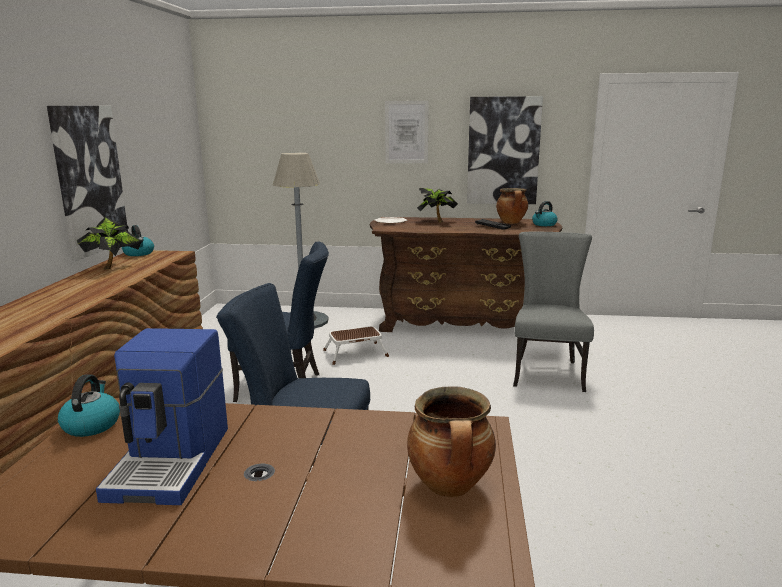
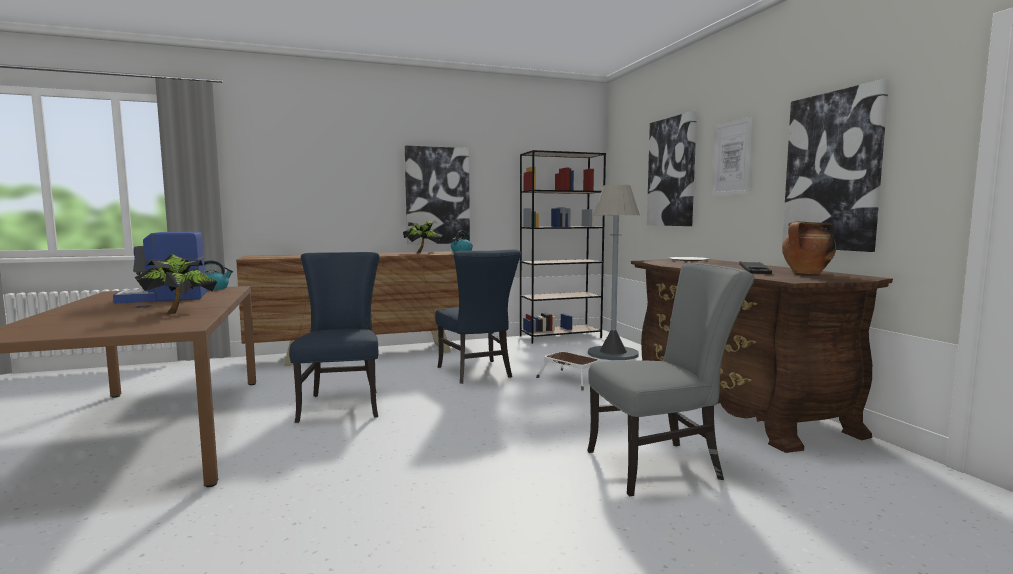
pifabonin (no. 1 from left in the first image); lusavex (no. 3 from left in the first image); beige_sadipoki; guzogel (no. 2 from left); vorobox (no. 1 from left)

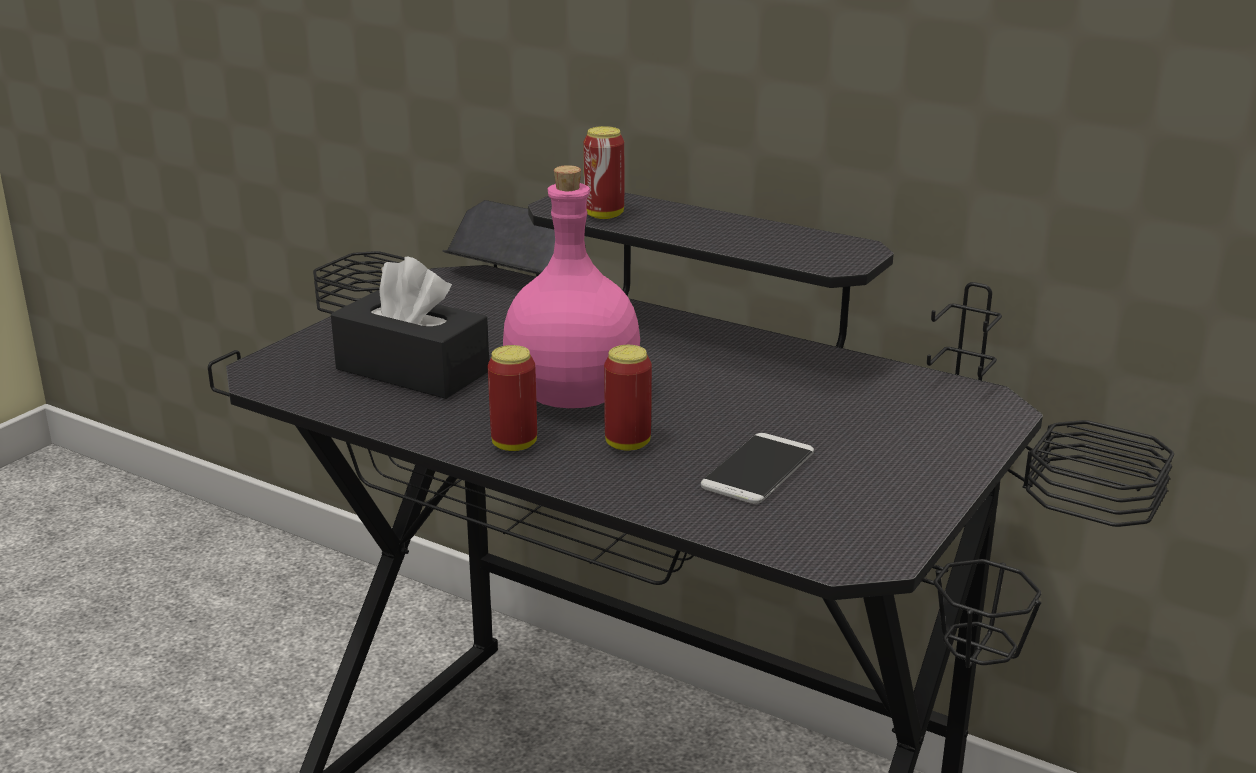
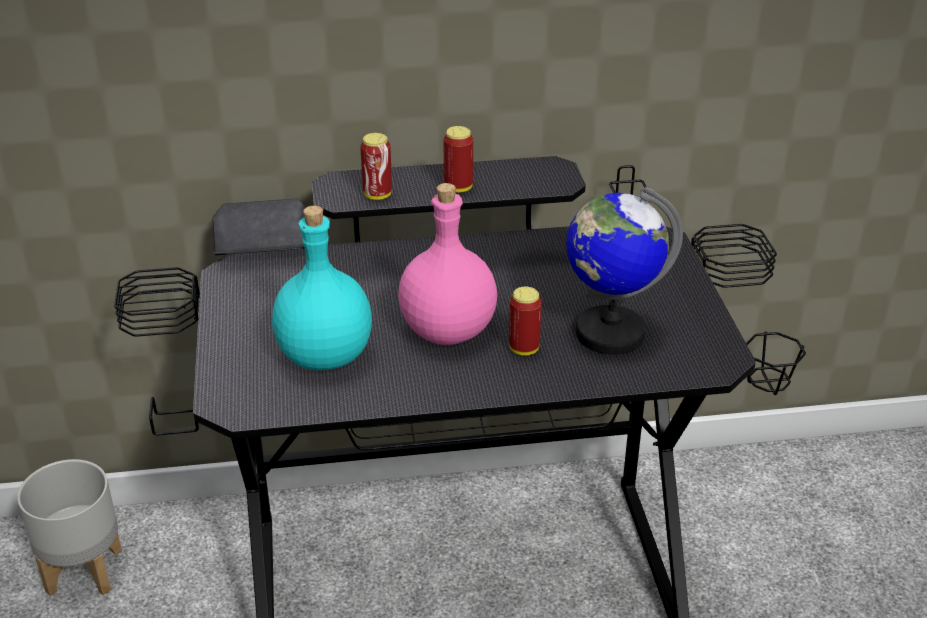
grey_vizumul; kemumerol (no. 2 from left); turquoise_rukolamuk; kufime

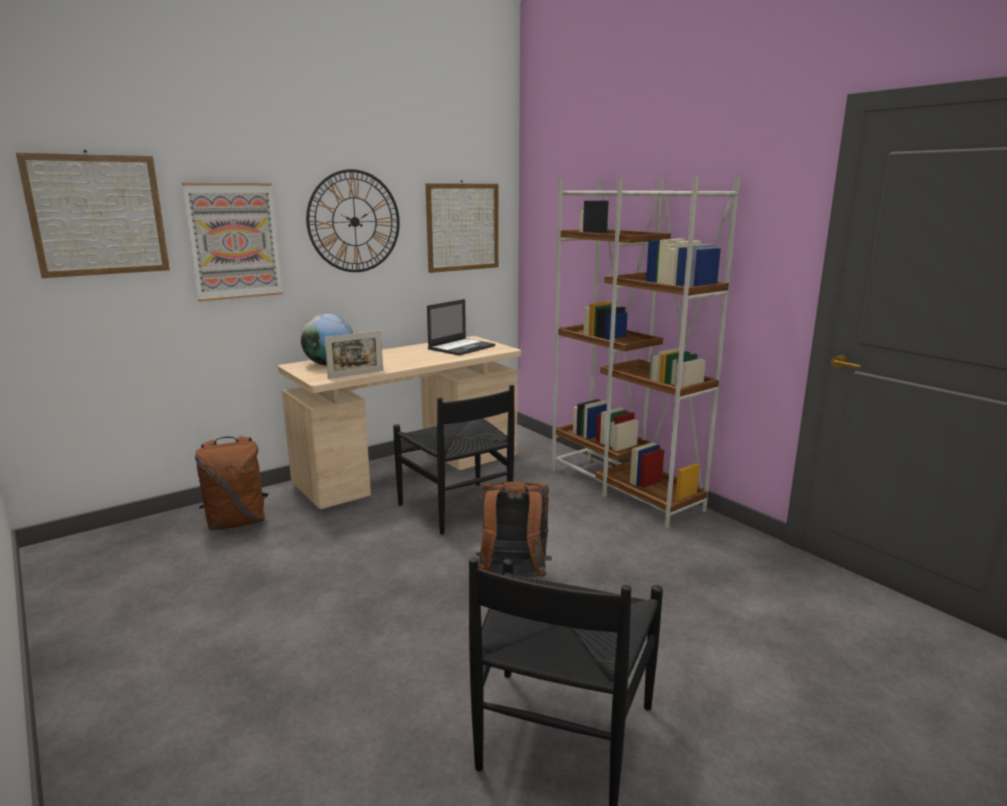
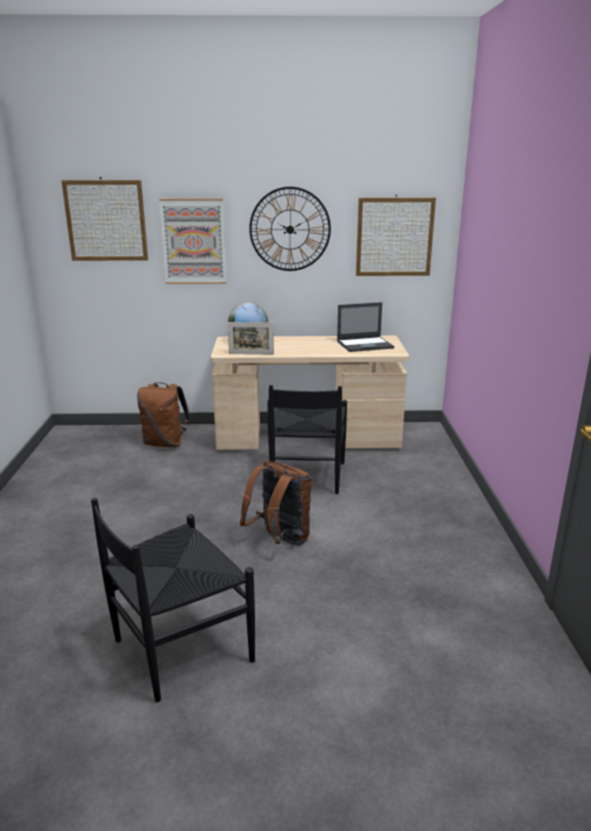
brown_sadipoki

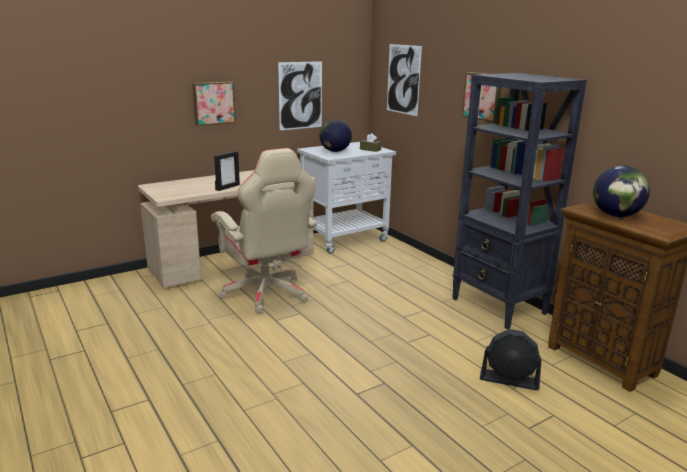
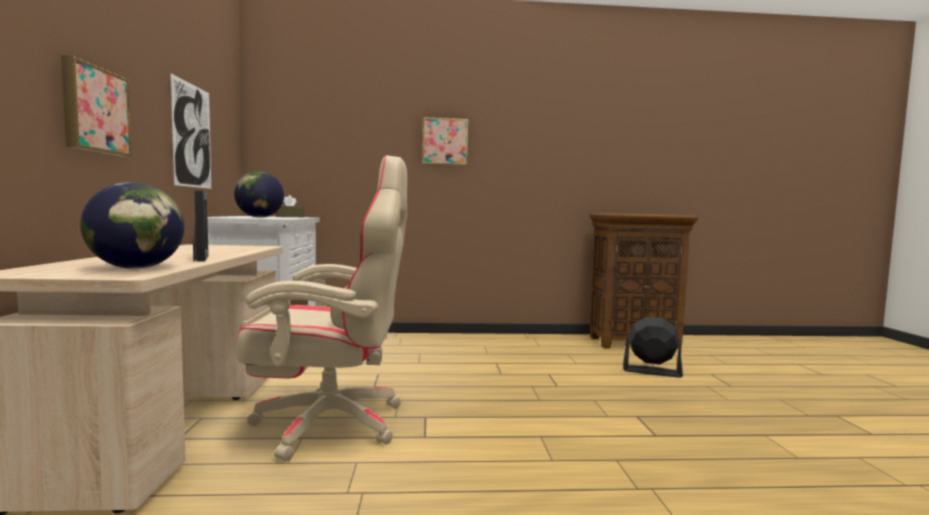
guzogel (no. 3 from left in the first image); black_sadipoki; kufime (no. 1 from left); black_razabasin

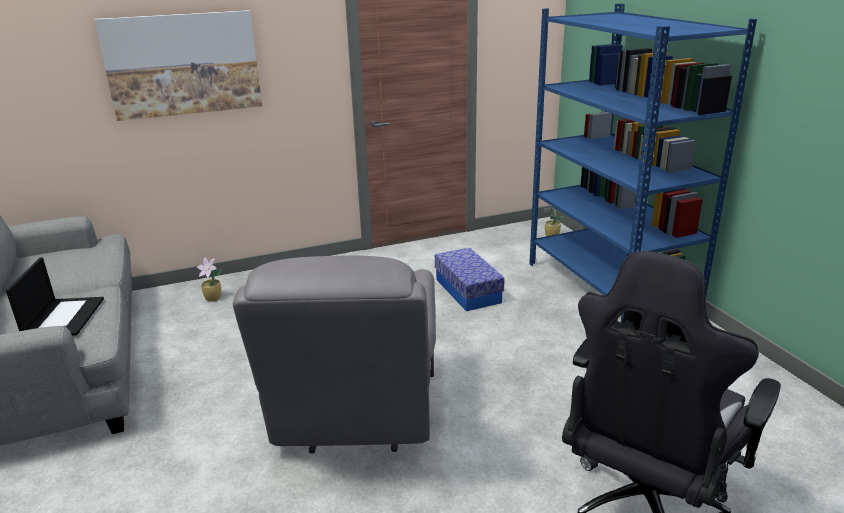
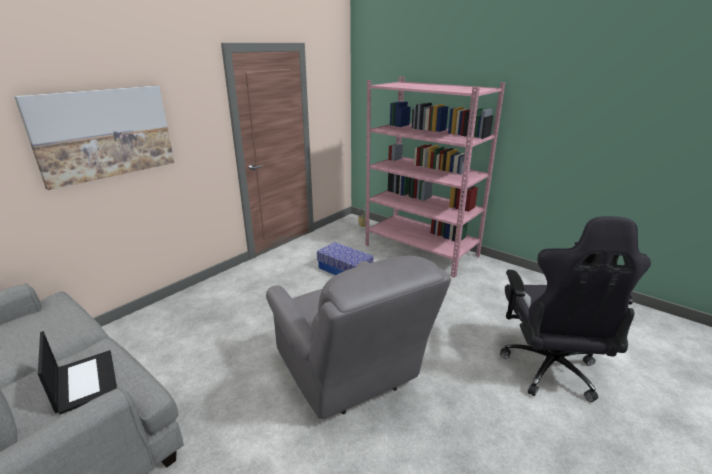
vorobox (no. 1 from left in the first image); pink_sadipoki

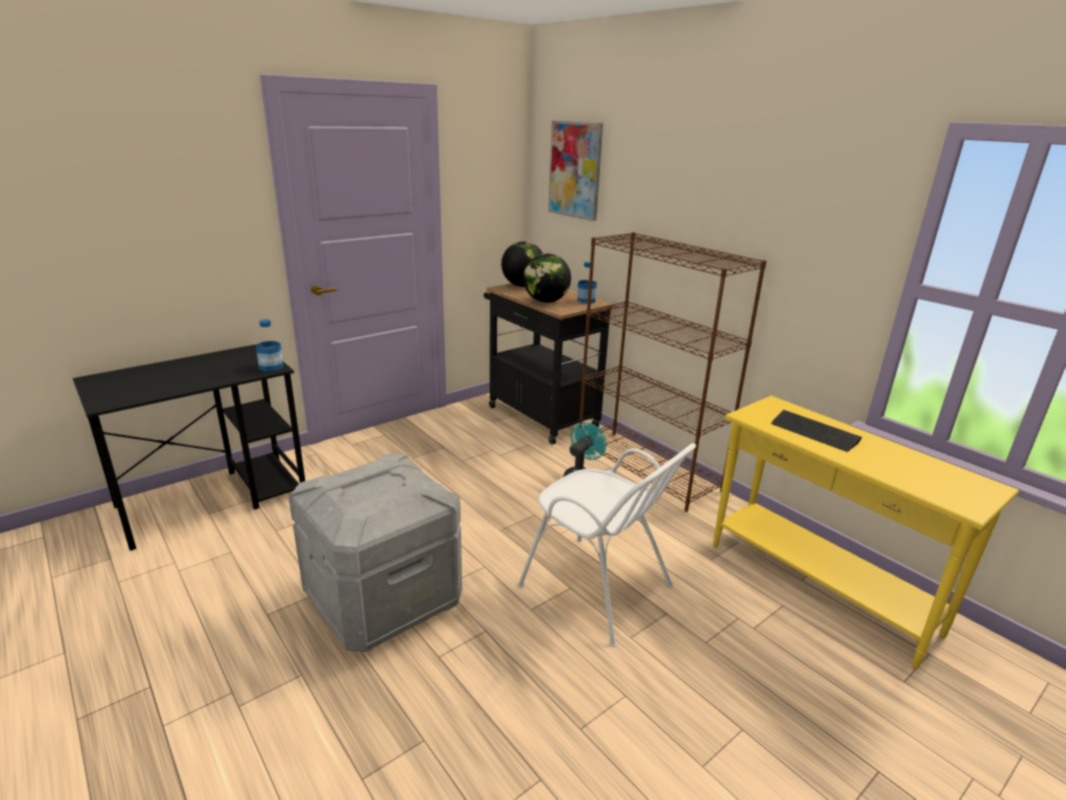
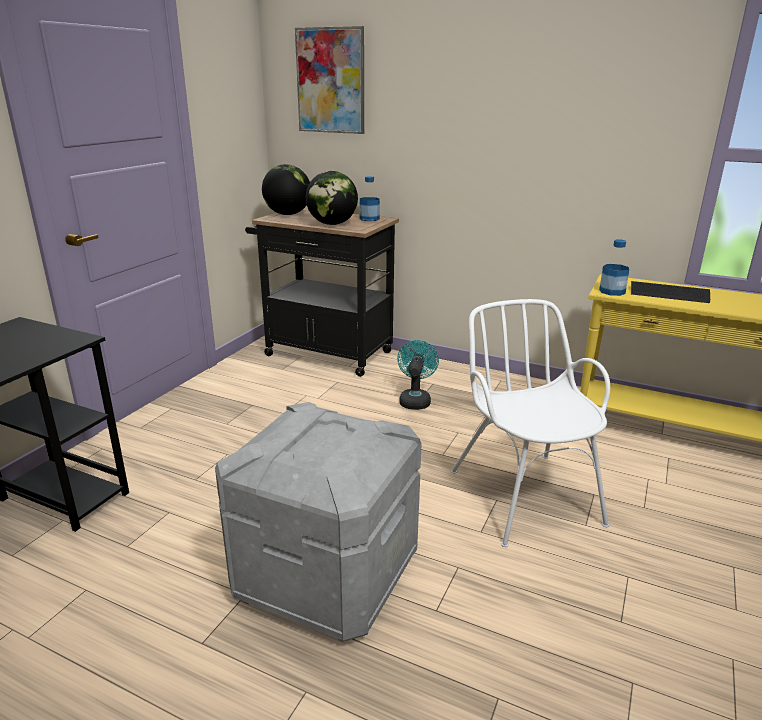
brown_sadipoki; rukolamuk (no. 2 from left); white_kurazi

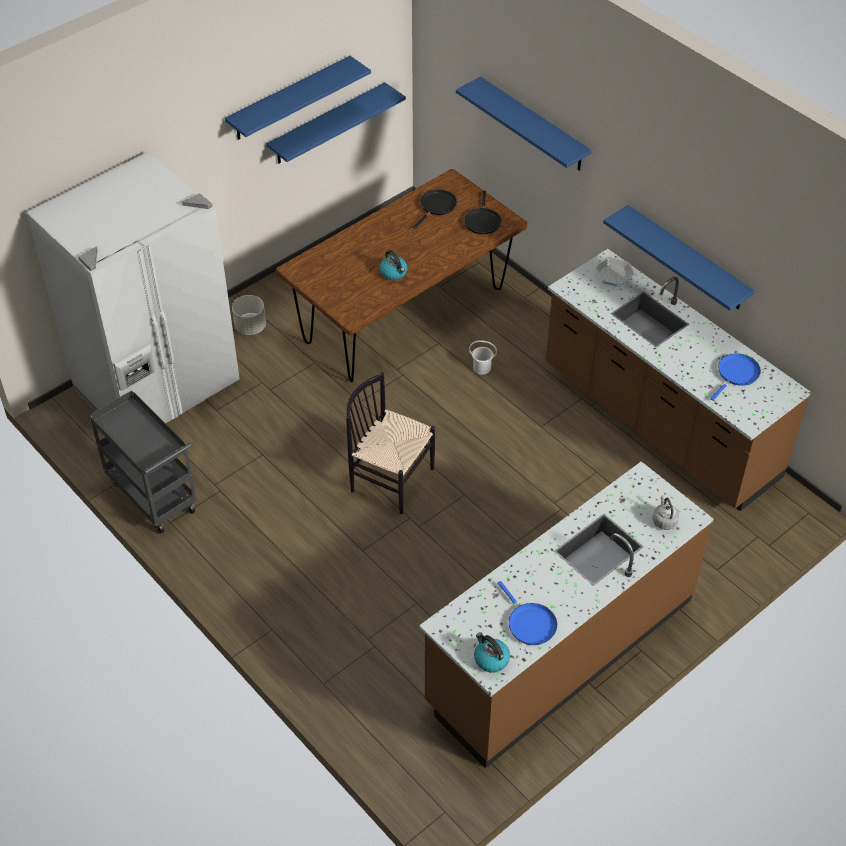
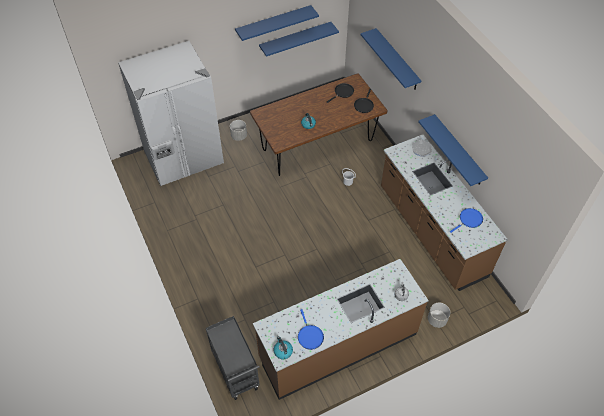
black_kurazi; grey_vizumul (no. 2 from left); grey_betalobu

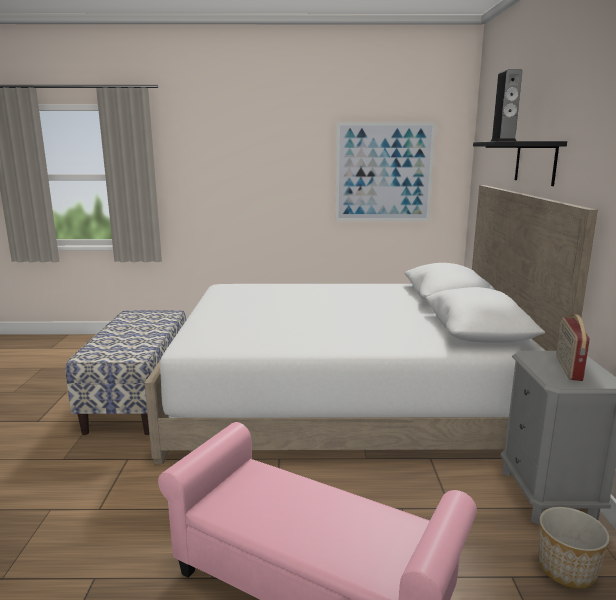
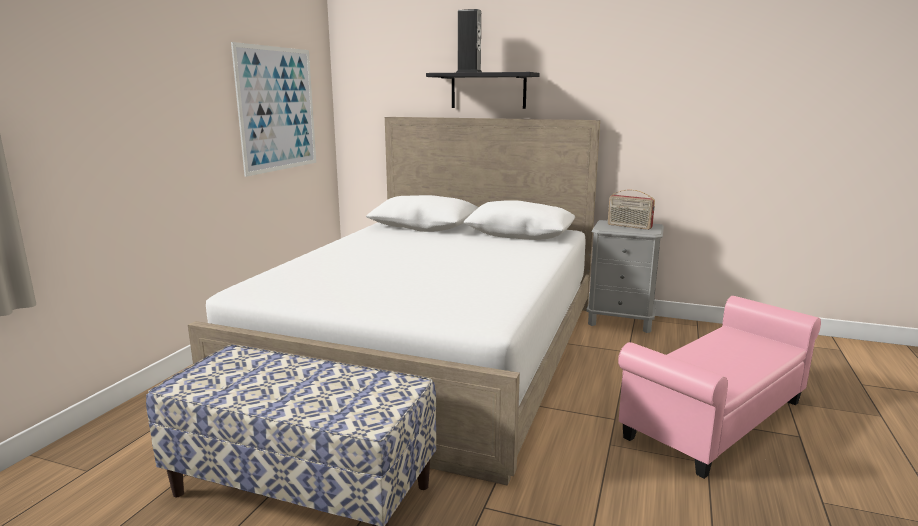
vizumul

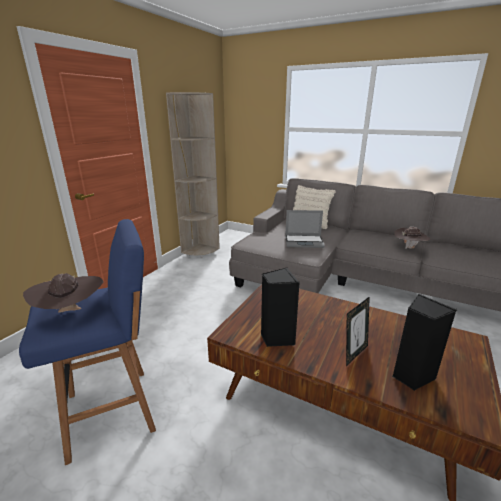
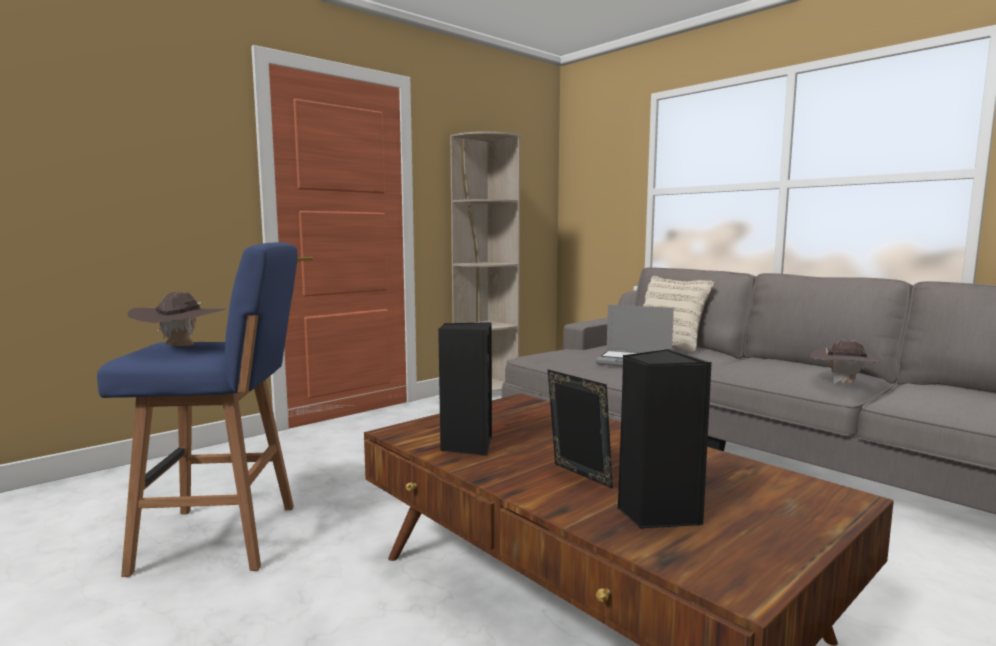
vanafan

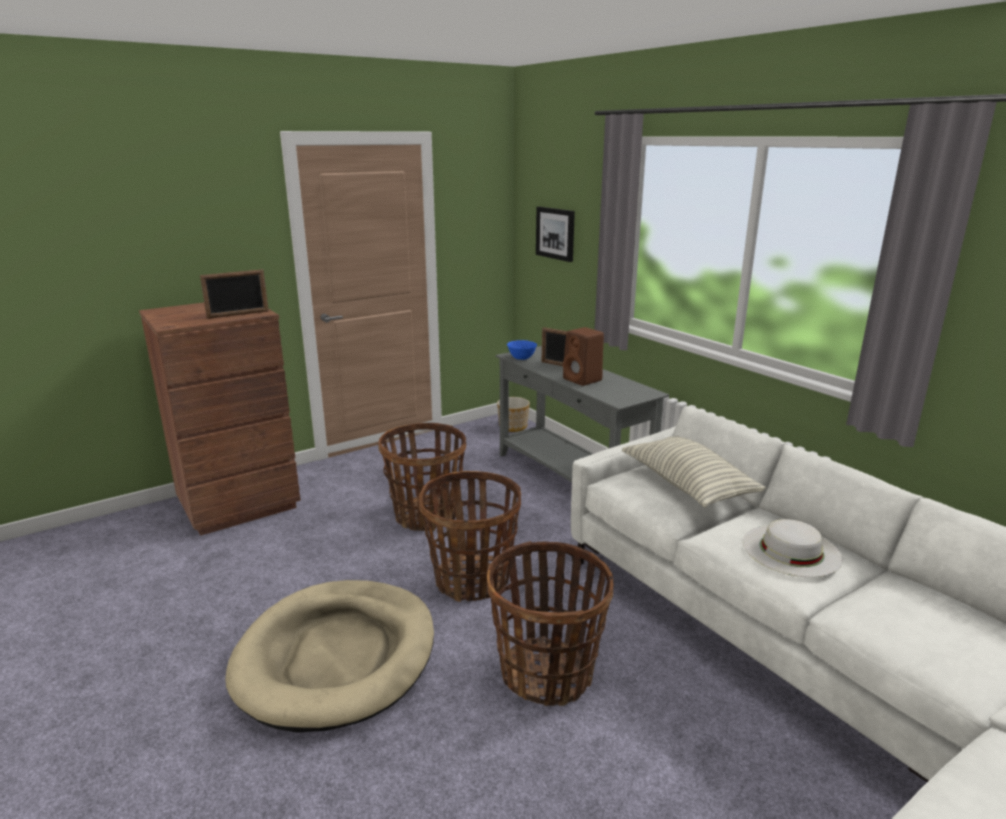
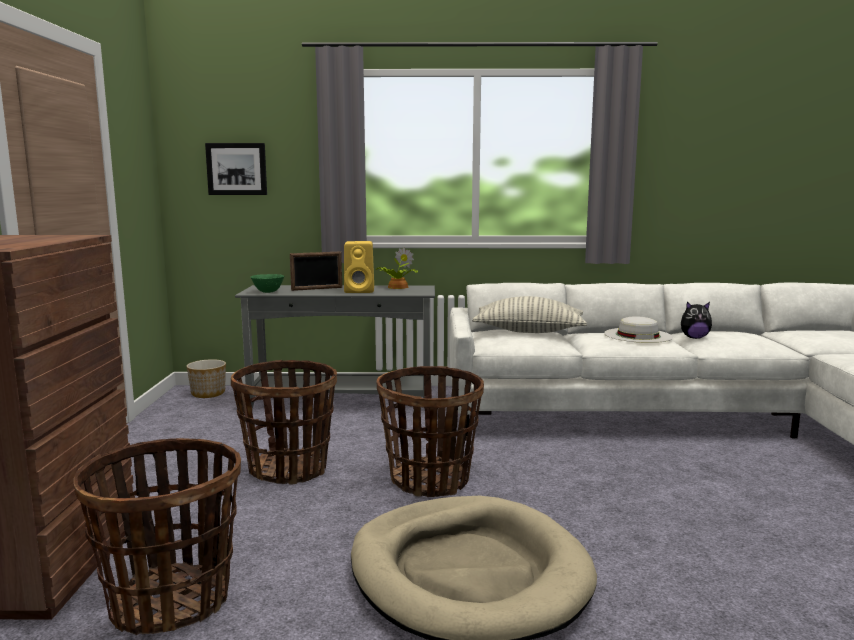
vanafan (no. 1 from left in the first image); vorobox; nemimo; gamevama (no. 1 from left); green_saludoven; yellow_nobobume

